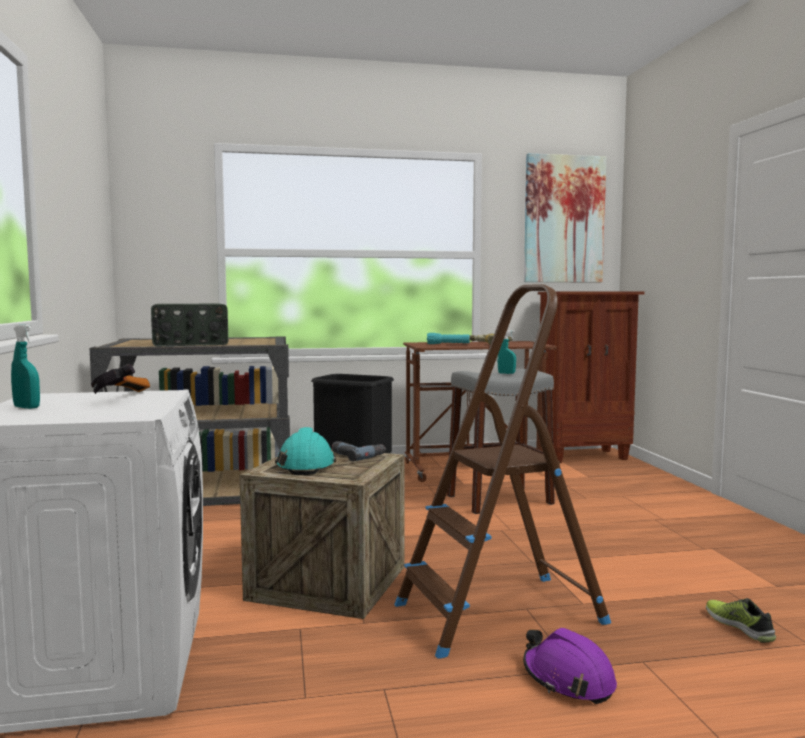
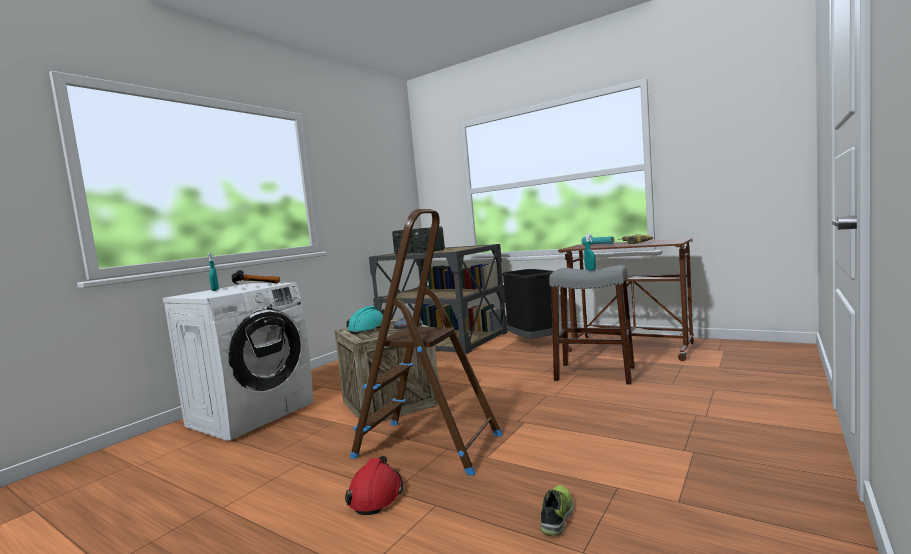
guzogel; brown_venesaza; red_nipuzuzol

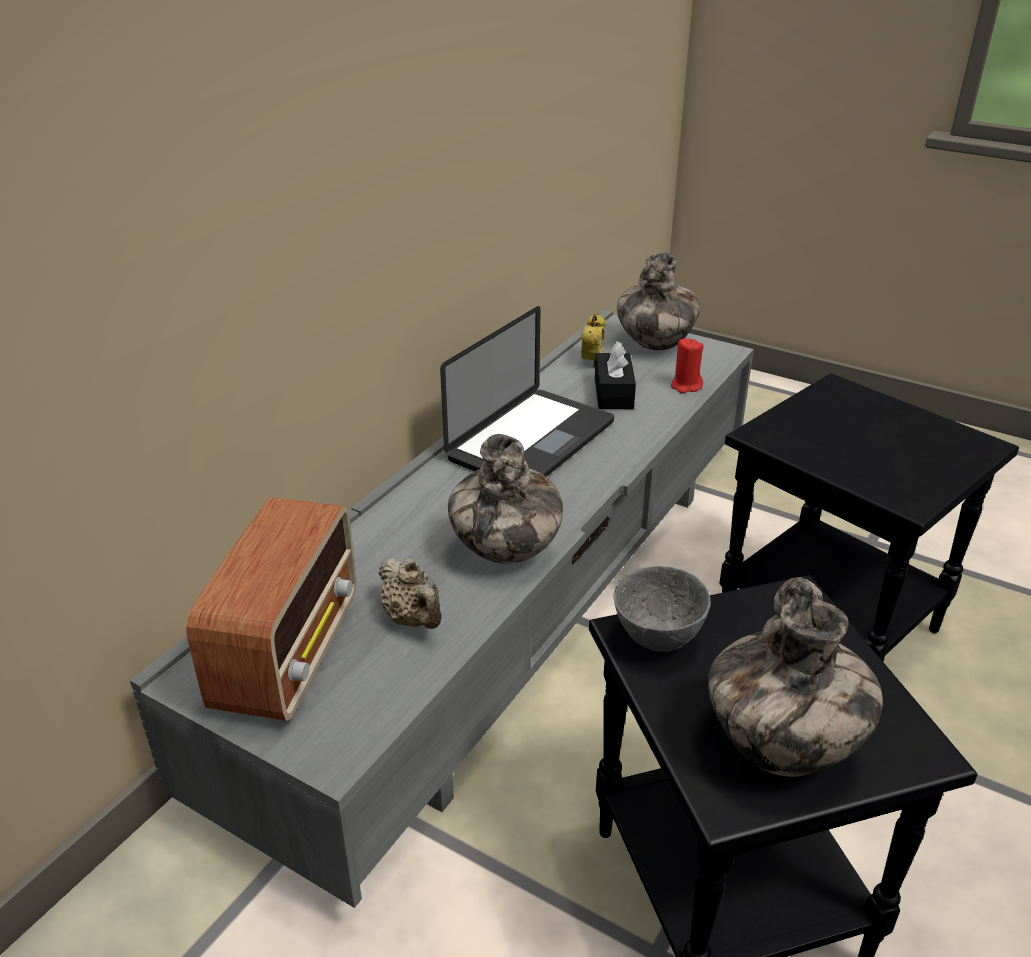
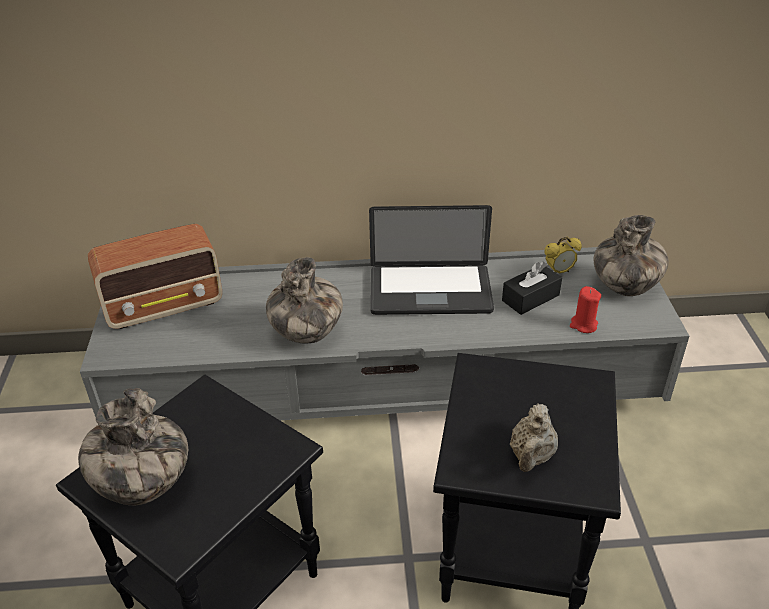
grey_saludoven; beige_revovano

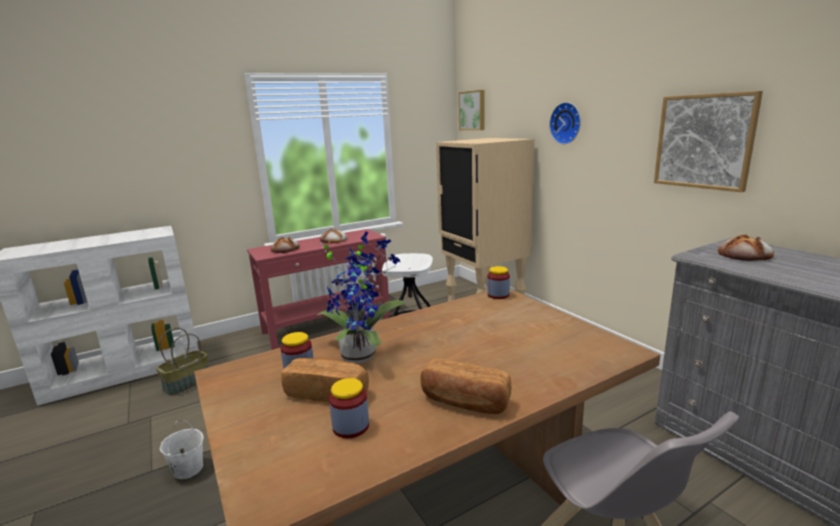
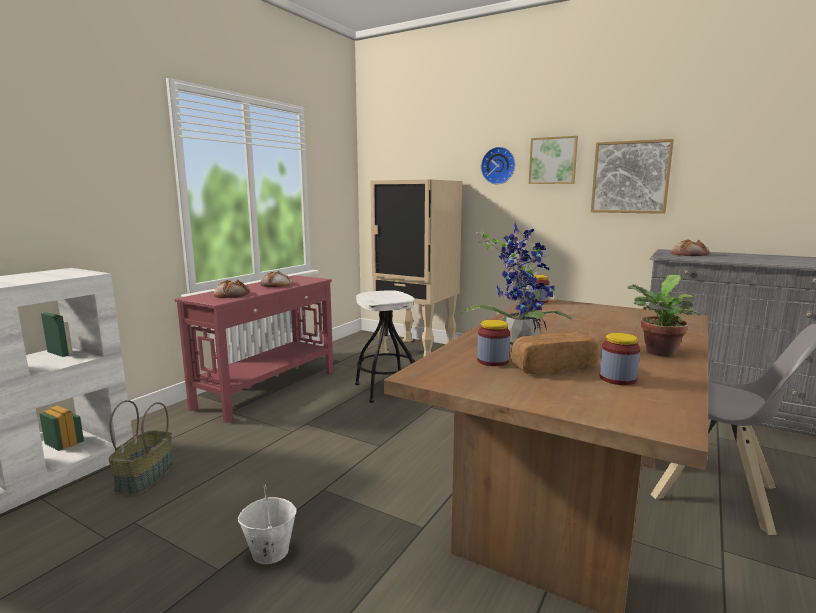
guzogel (no. 1 from left); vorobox (no. 2 from left)

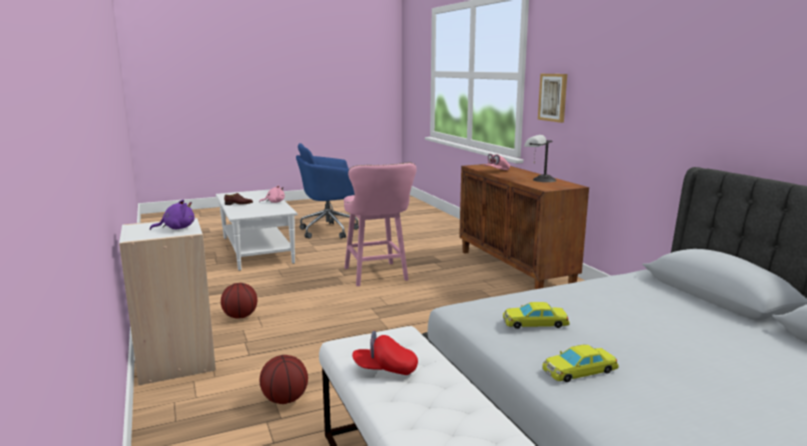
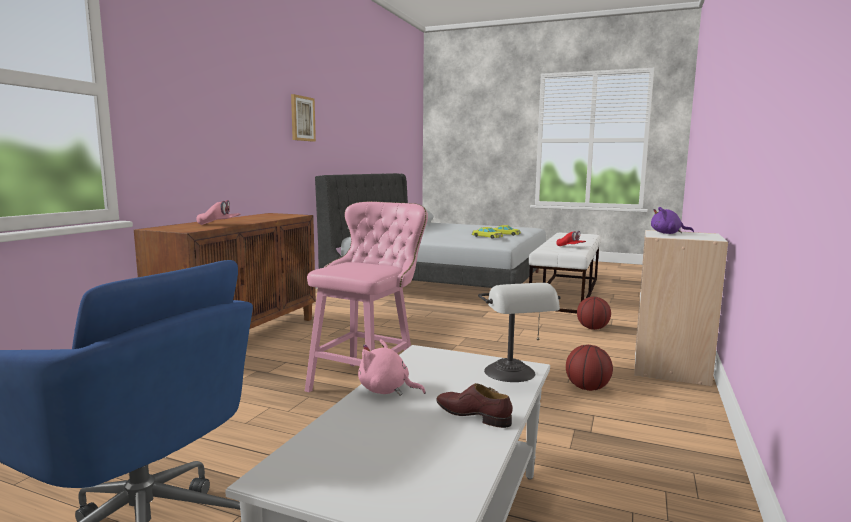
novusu; guzogel

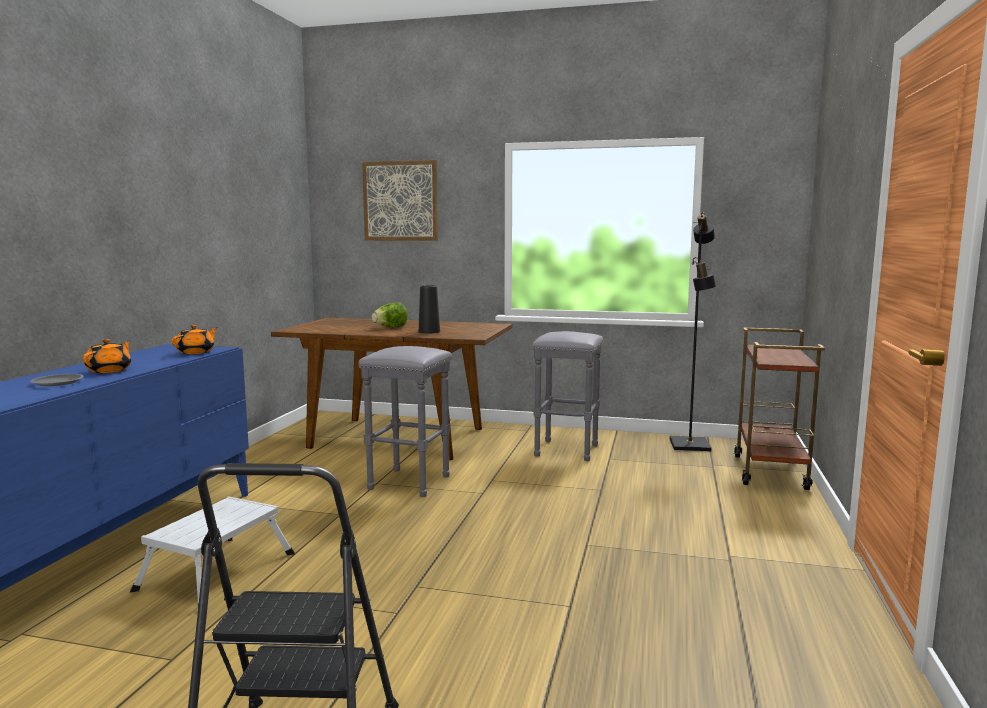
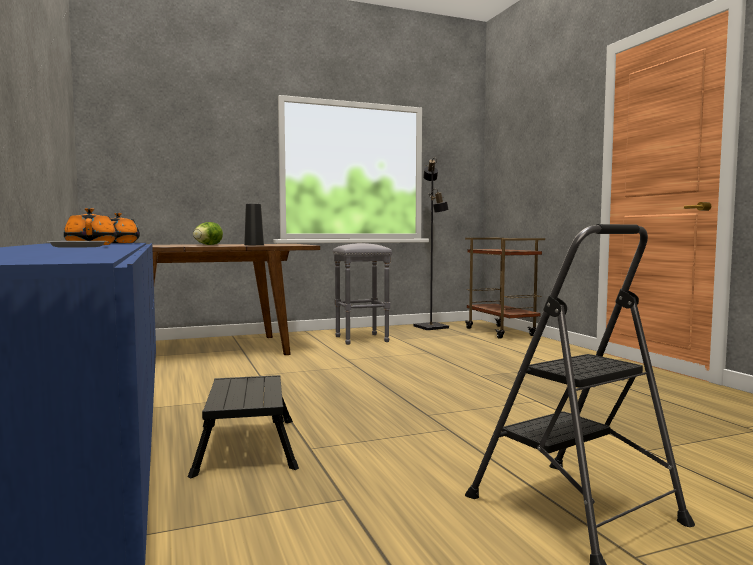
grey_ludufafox (no. 1 from left in the first image); guzogel; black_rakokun (no. 1 from left)

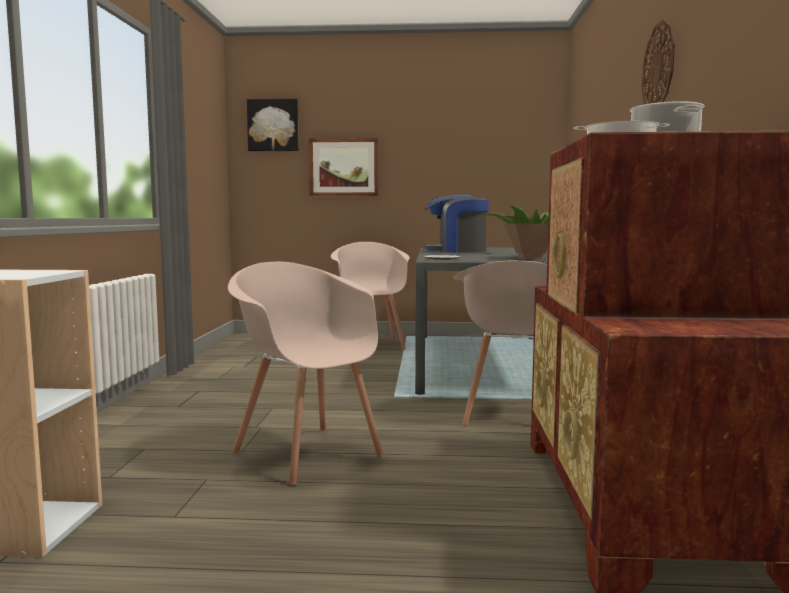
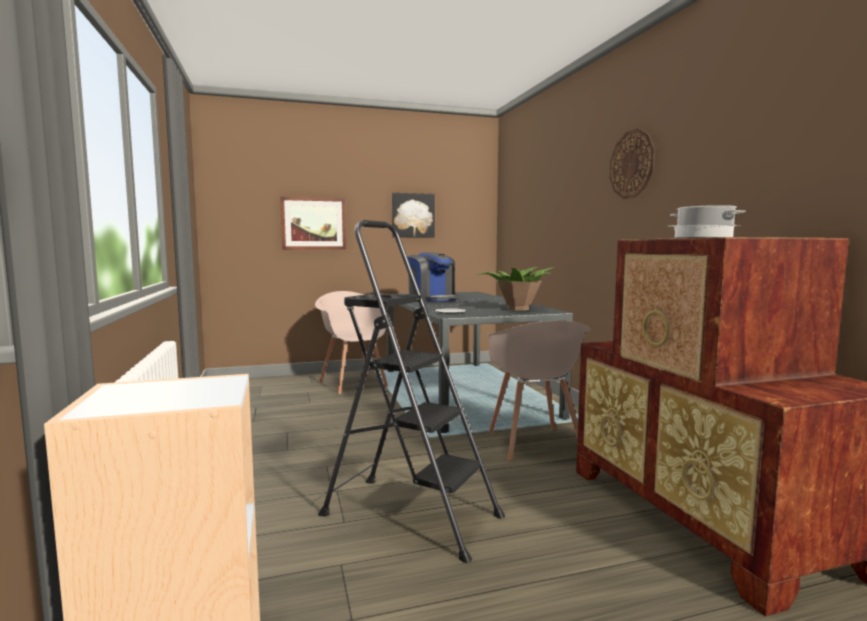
guzogel (no. 2 from left); rakokun; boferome

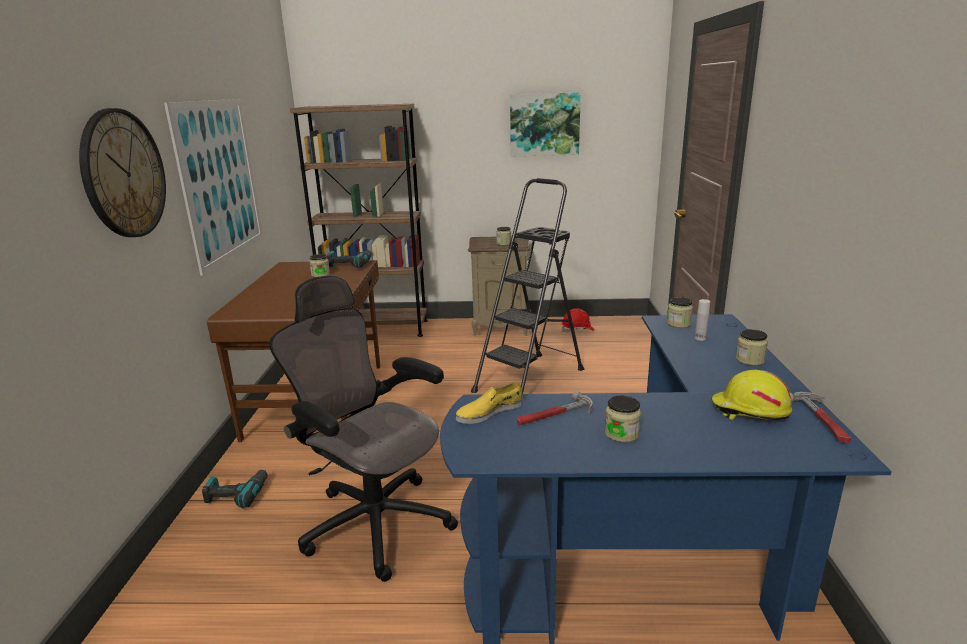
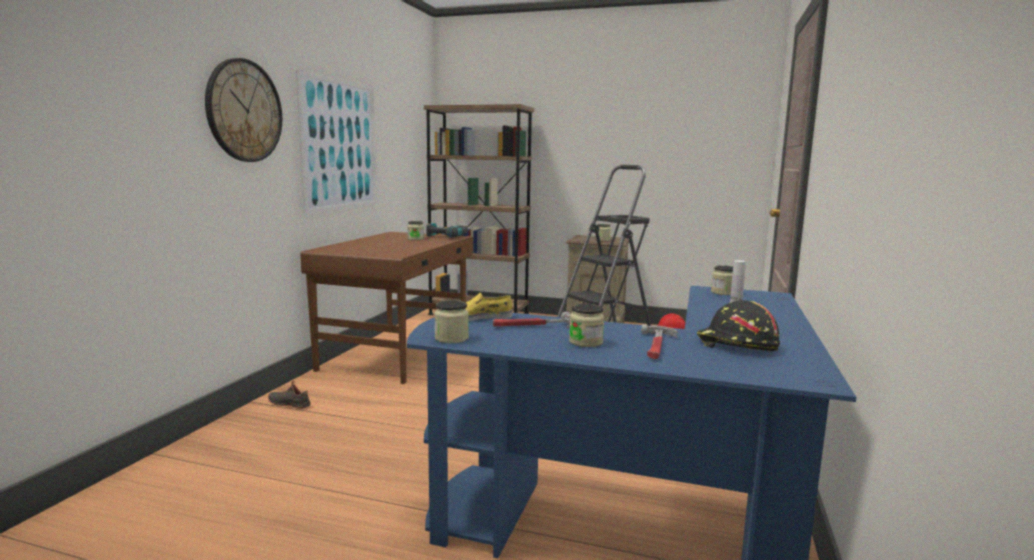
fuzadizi; guzogel (no. 2 from left in the first image); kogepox (no. 2 from left); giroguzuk (no. 2 from left); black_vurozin; black_nipuzuzol

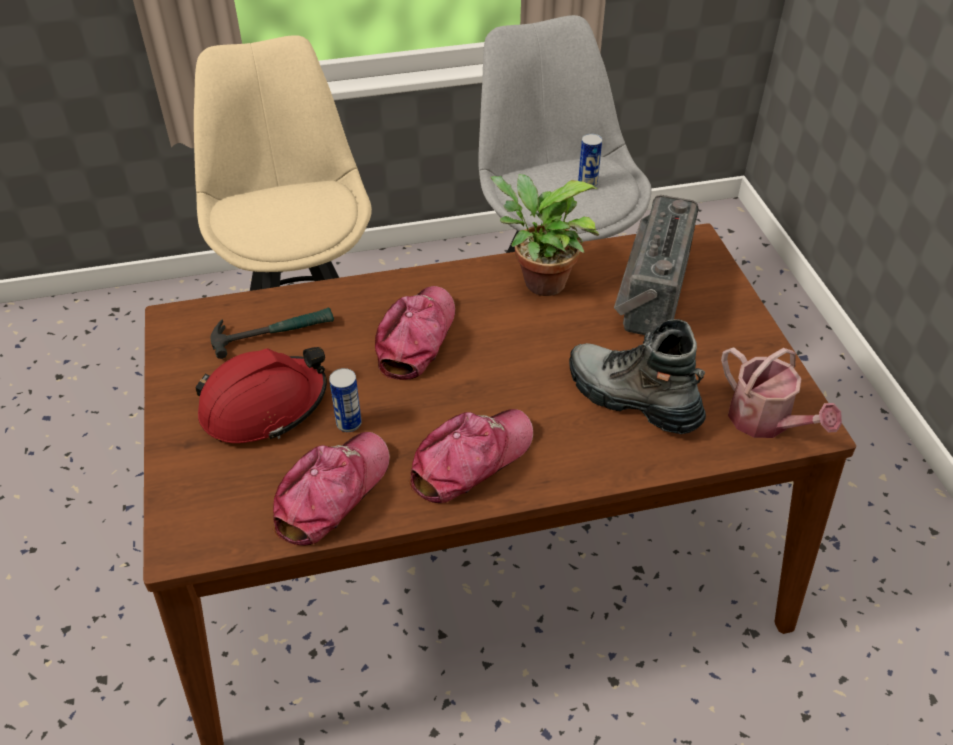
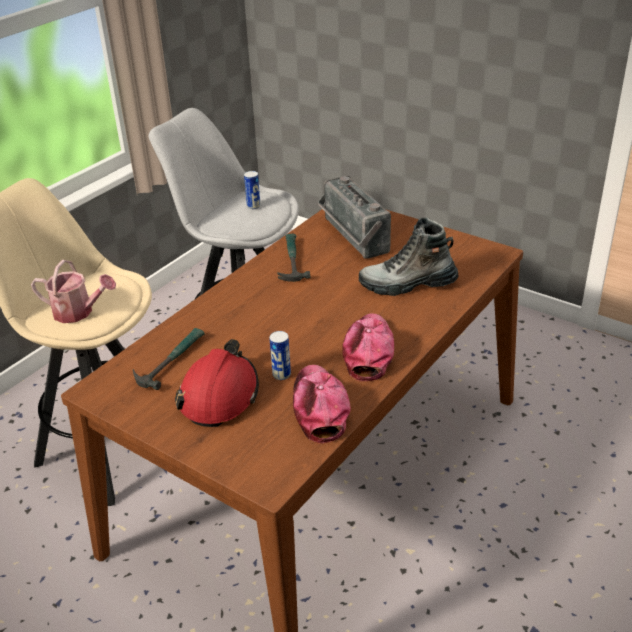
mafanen (no. 2 from left in the first image); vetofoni; giroguzuk (no. 2 from left)

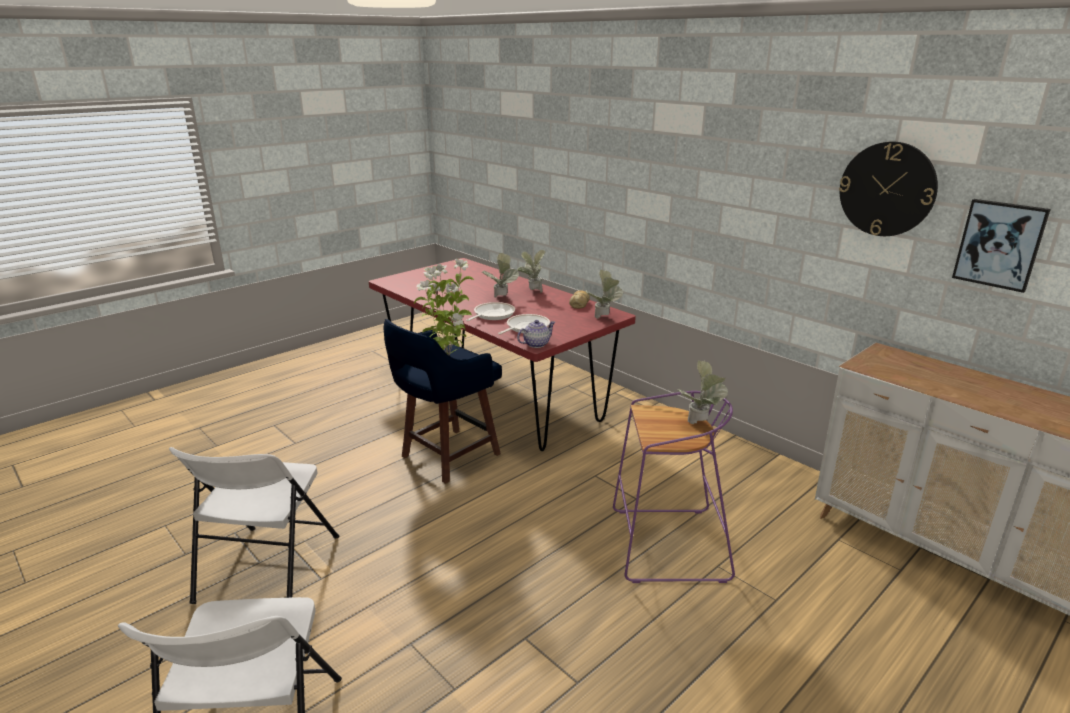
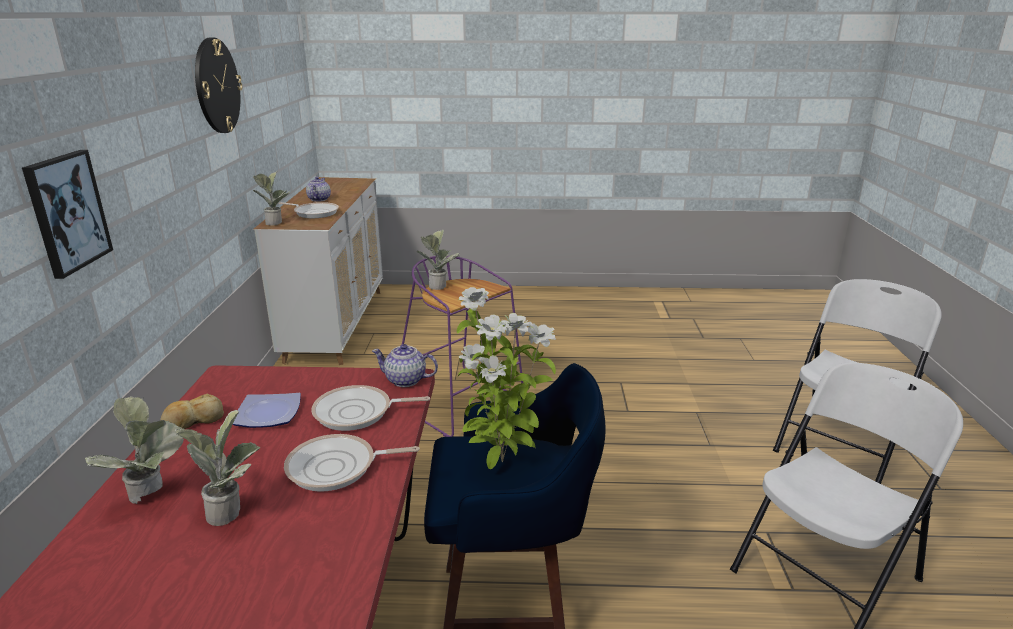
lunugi; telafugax (no. 1 from left); revovano (no. 1 from left); vorobox (no. 3 from left); guzogel

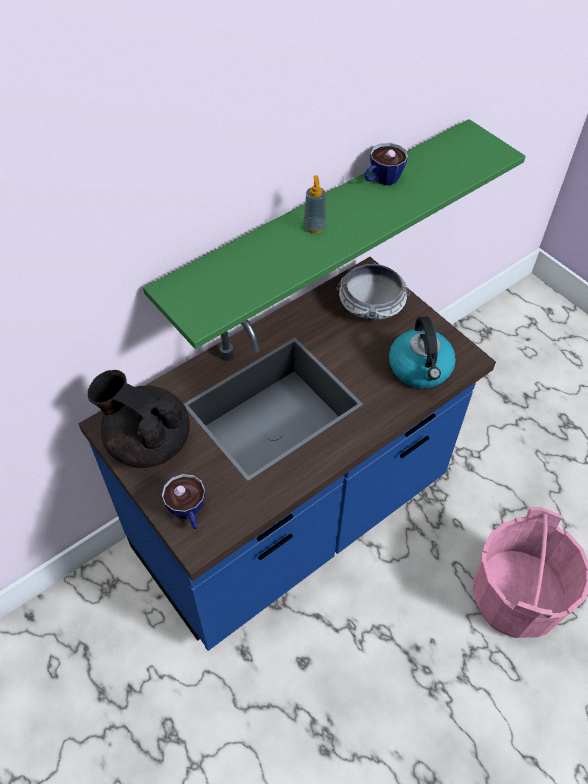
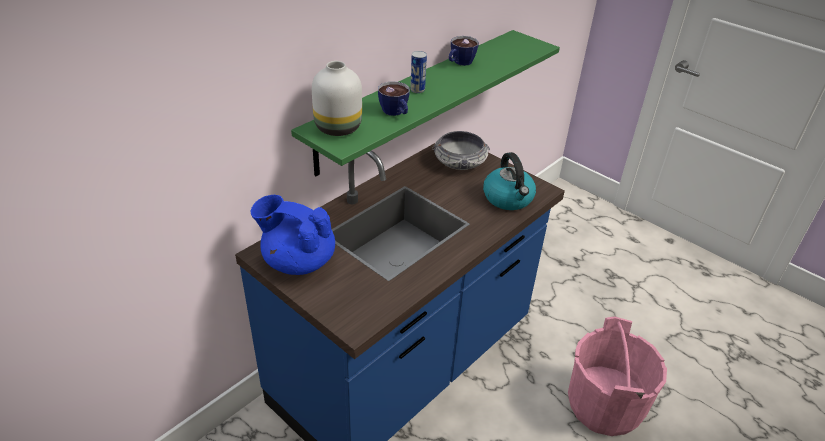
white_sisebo; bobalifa (no. 1 from left); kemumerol; blue_revovano

